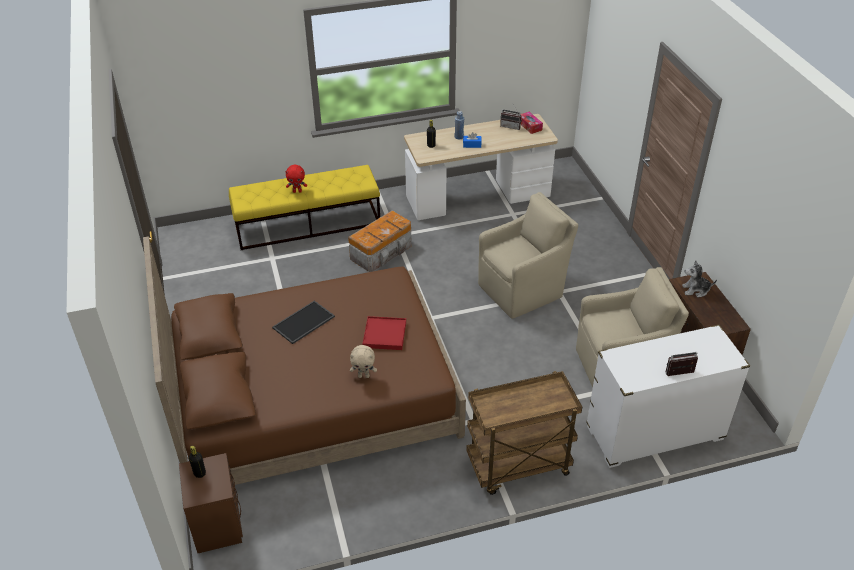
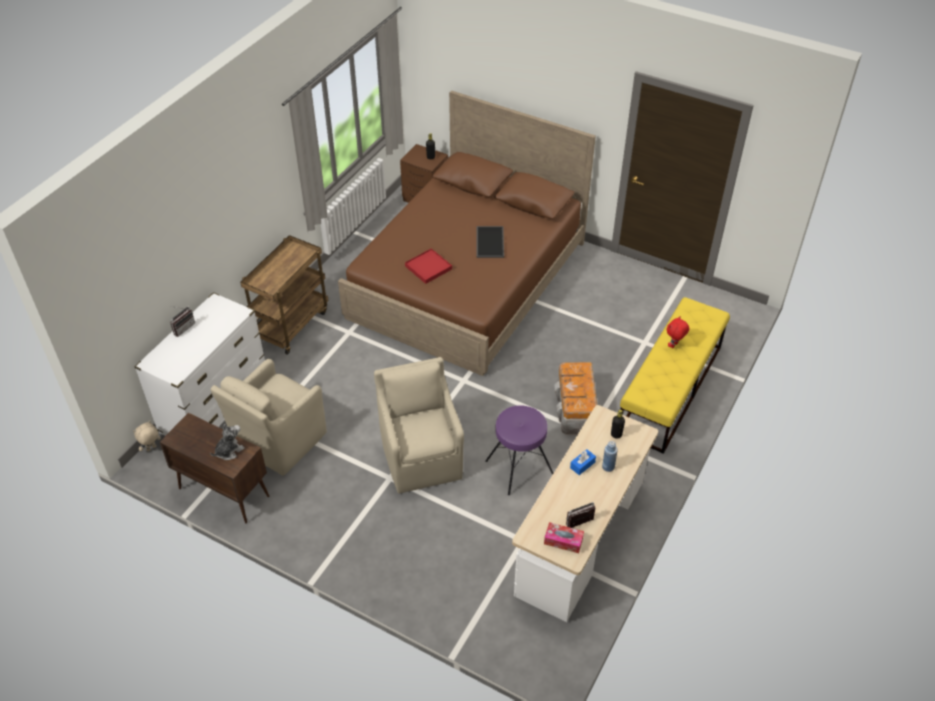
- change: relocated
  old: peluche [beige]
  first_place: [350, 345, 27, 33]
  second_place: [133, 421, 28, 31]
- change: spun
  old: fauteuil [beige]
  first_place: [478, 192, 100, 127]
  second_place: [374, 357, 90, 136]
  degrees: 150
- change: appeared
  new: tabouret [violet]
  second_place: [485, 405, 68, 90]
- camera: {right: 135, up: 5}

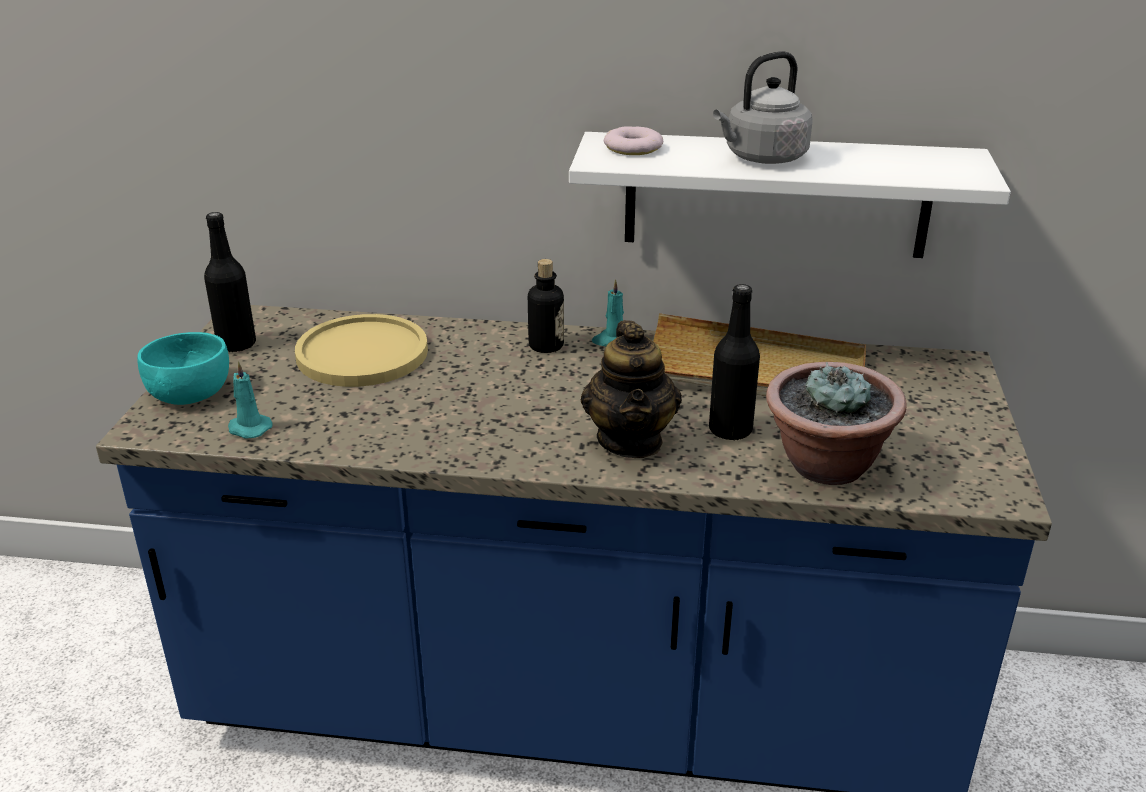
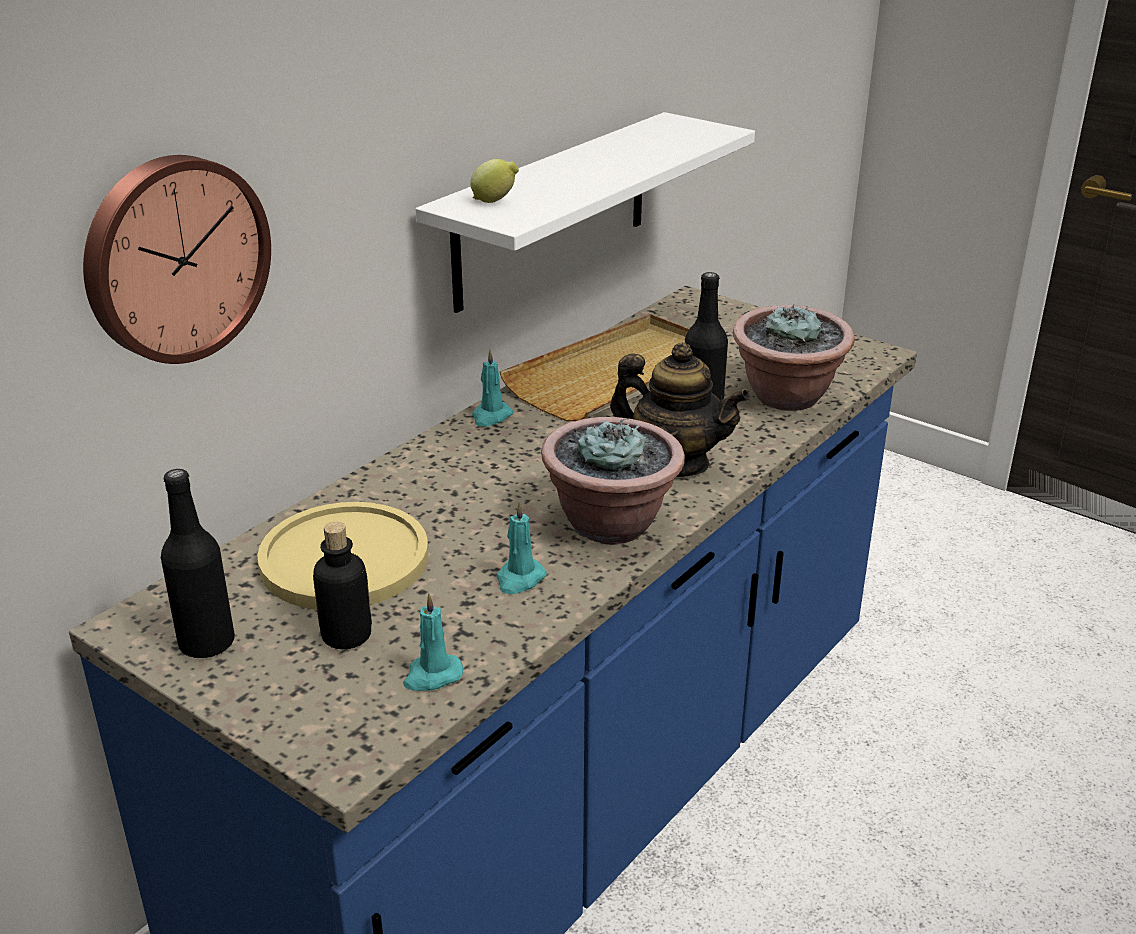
- change: appeared
  new: horloge murale
  second_place: [83, 155, 188, 209]
- change: relocated
  old: bouteille
  first_place: [528, 259, 36, 94]
  second_place: [313, 522, 59, 127]
- change: exchanged
  old: beignet
  new: citron
  first_place: [604, 126, 59, 29]
  second_place: [470, 159, 49, 44]
- change: appeared
  new: bougie [turquoise]
  second_place: [496, 501, 51, 93]
- change: appeared
  new: plante en pot
  second_place: [541, 417, 144, 128]
- change: missing
  old: bol [turquoise]
  first_place: [137, 332, 92, 73]
- change: missing
  old: bouilloire [gris]
  first_place: [713, 51, 100, 113]
- camera: {right: -60, up: 0}

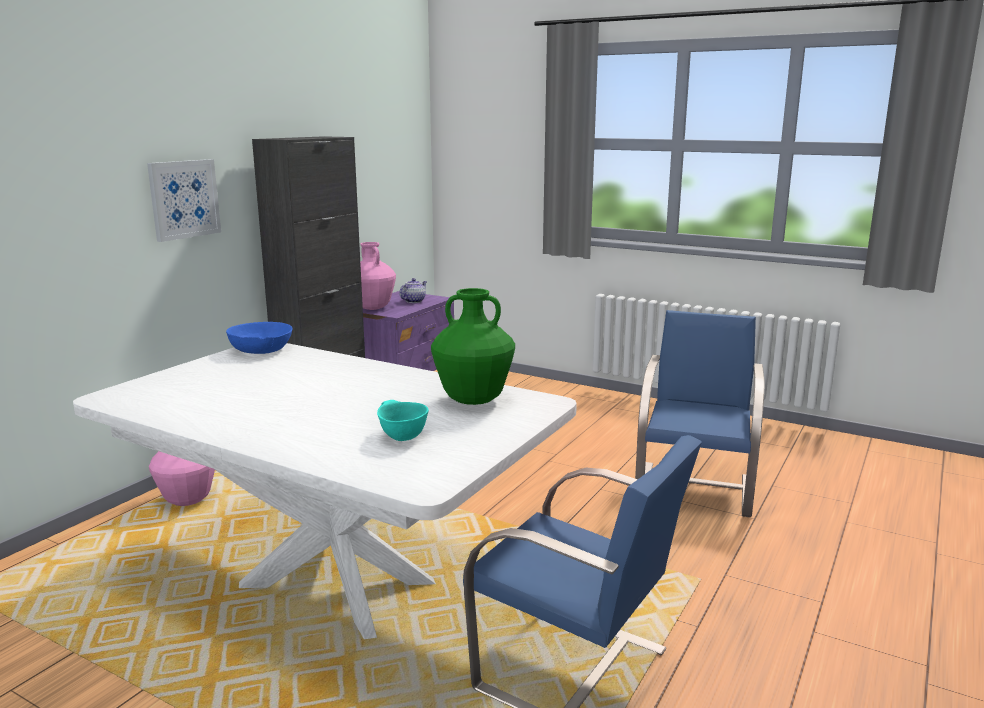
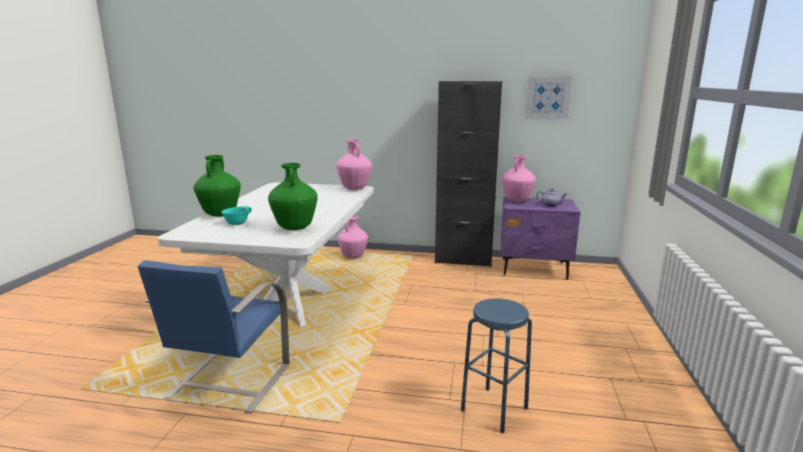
- change: appeared
  new: vase [vert]
  second_place: [193, 155, 48, 62]
- change: exchanged
  old: bol [bleu]
  new: vase [rose]
  first_place: [226, 322, 66, 32]
  second_place: [336, 140, 36, 50]
- change: exchanged
  old: chaise [bleu]
  new: tabouret [bleu]
  first_place: [635, 310, 129, 207]
  second_place: [461, 298, 71, 135]
- change: relocated
  old: tableau
  first_place: [147, 159, 74, 83]
  second_place: [526, 76, 46, 43]
- camera: {right: 70, up: 0}

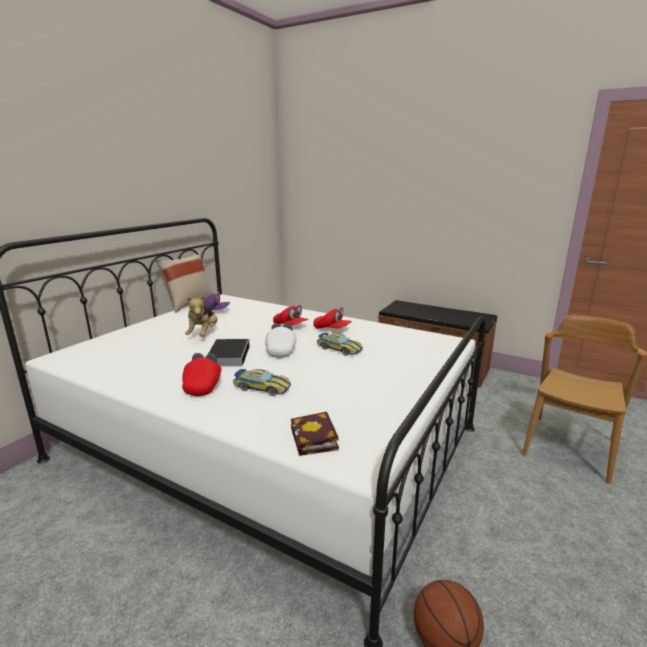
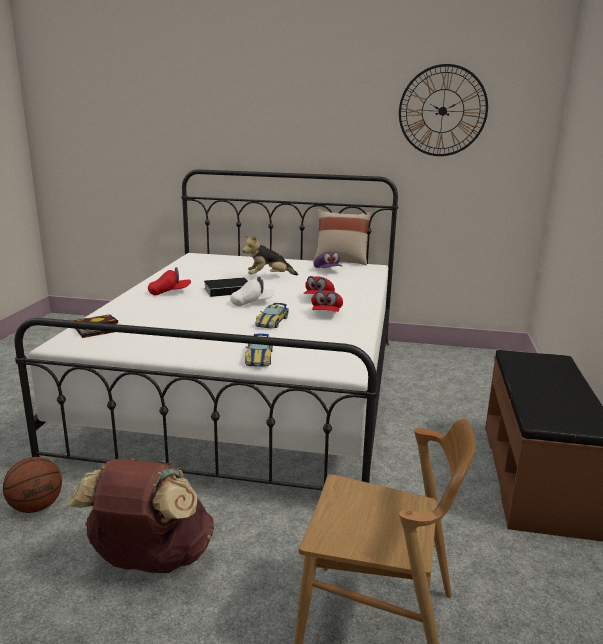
- change: appeared
  new: sac à dos [marron]
  second_place: [68, 458, 146, 115]
- change: relocated
  old: petite voiture
  first_place: [233, 369, 58, 27]
  second_place: [245, 333, 28, 33]
- change: appeared
  new: horloge murale
  second_place: [399, 64, 89, 92]
- camera: {right: 70, up: 0}

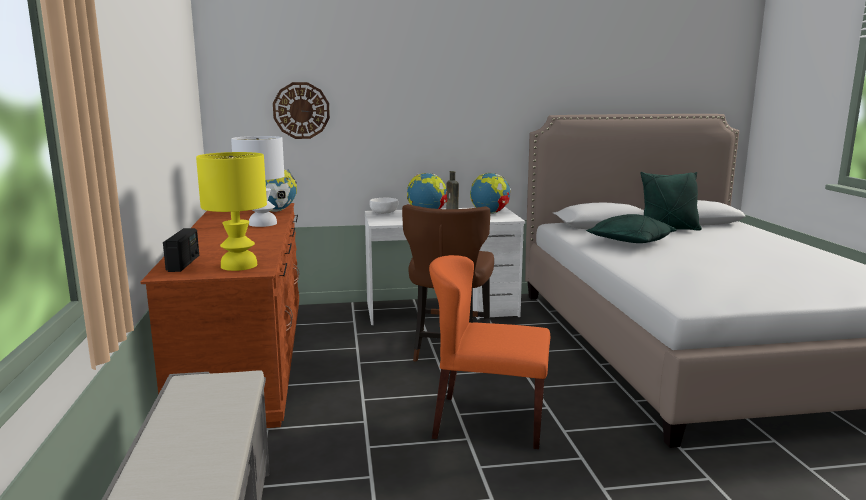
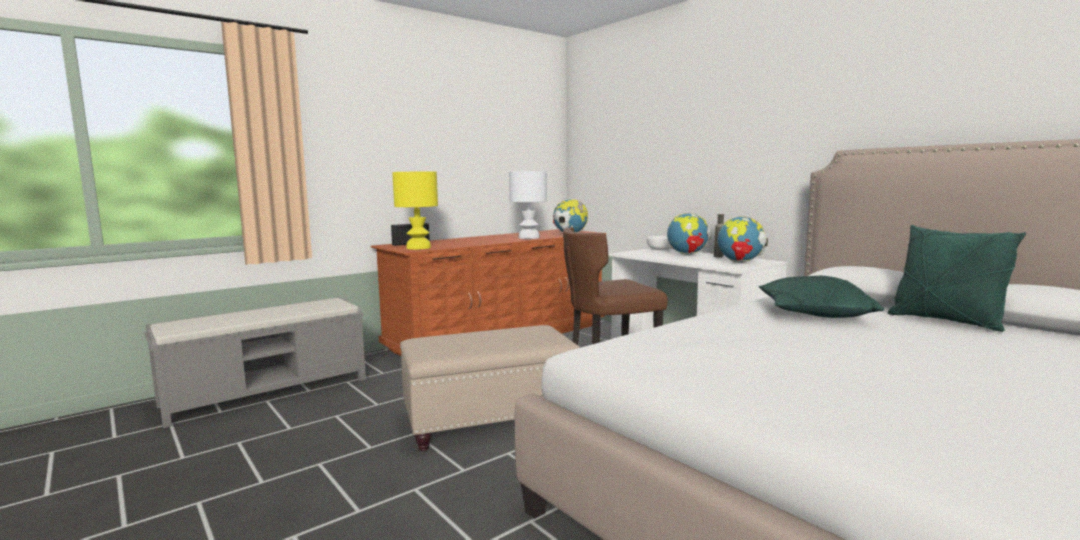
- change: exchanged
  old: chaise [orange]
  new: pouf [beige]
  first_place: [429, 255, 121, 194]
  second_place: [400, 325, 180, 126]
- change: missing
  old: horloge murale
  first_place: [273, 82, 57, 57]
- camera: {right: 60, up: -5}

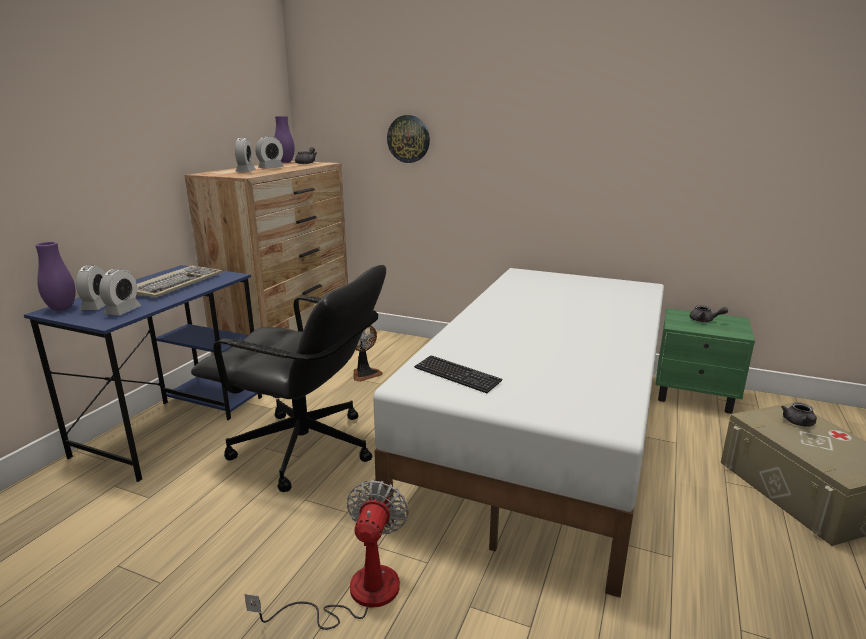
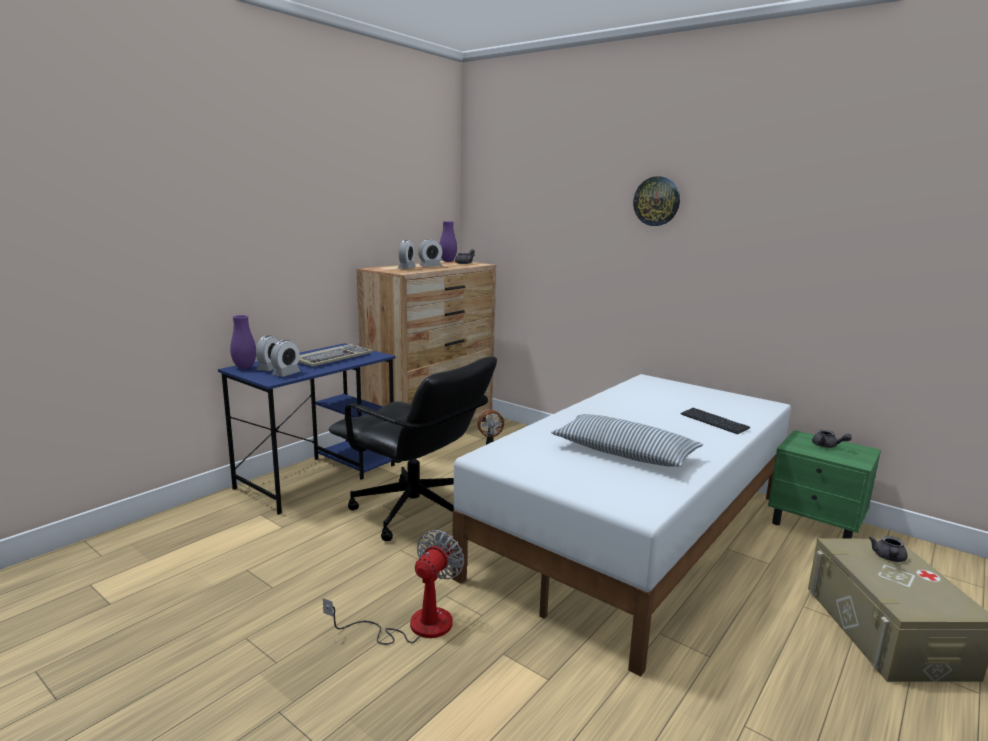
- change: appeared
  new: coussin
  second_place: [551, 414, 152, 53]
- change: relocated
  old: horloge murale
  first_place: [387, 115, 43, 48]
  second_place: [633, 176, 47, 50]
- change: relocated
  old: clavier
  first_place: [414, 355, 89, 38]
  second_place: [681, 408, 69, 26]
- camera: {right: 15, up: -5}

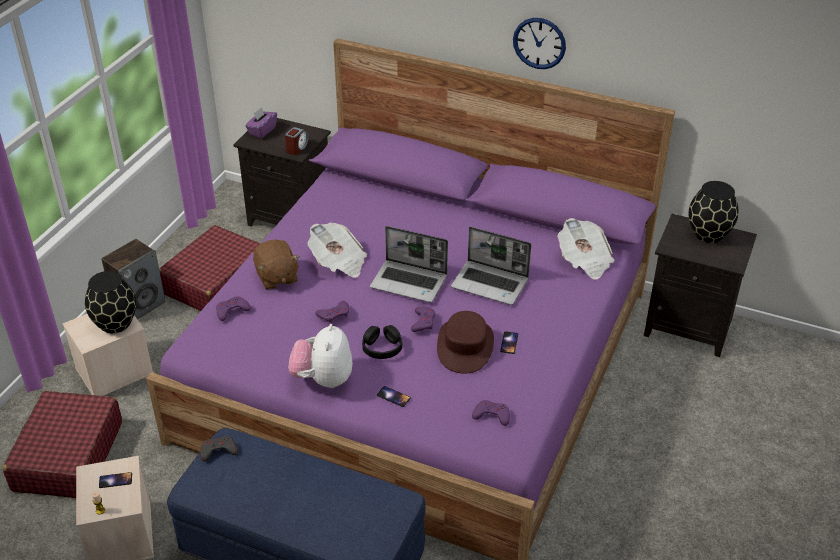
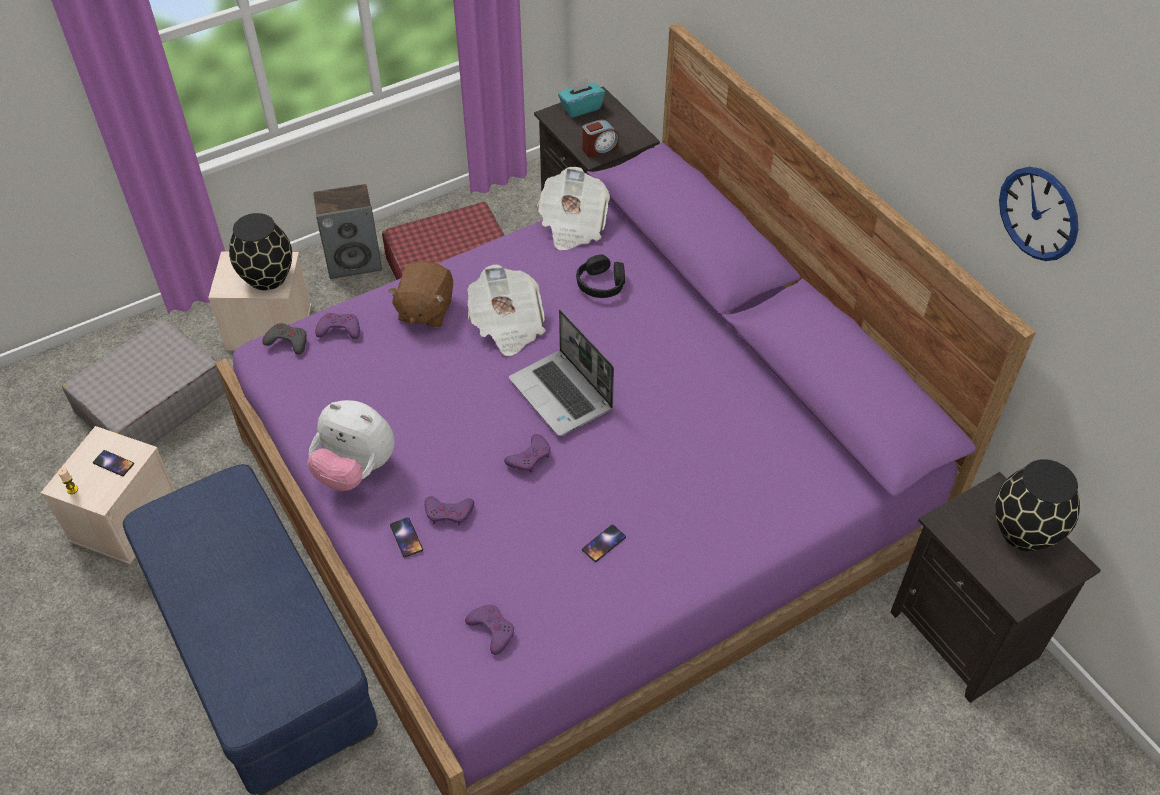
- change: colour
  old: valise [rouge]
  new: valise [gris]
  first_place: [3, 391, 119, 107]
  second_place: [62, 319, 163, 126]
- change: relocated
  old: manette [gris]
  first_place: [200, 436, 38, 26]
  second_place: [262, 323, 45, 31]
- change: spun
  old: peluche
  first_place: [289, 324, 63, 64]
  second_place: [307, 400, 88, 91]
  degrees: -105
- change: relocated
  old: manette [violet]
  first_place: [315, 301, 34, 22]
  second_place: [425, 496, 49, 30]
- change: relocated
  old: journal
  first_place: [557, 218, 58, 62]
  second_place: [537, 167, 73, 83]
- change: colour
  old: boîte à mouchoirs [violet]
  new: boîte à mouchoirs [turquoise]
  first_place: [245, 107, 32, 31]
  second_place: [558, 77, 47, 40]
- change: relocated
  old: casque audio [noir]
  first_place: [362, 325, 40, 34]
  second_place: [576, 254, 49, 44]
- change: relocated
  old: horloge murale
  first_place: [513, 18, 53, 51]
  second_place: [999, 167, 80, 94]
- change: missing
  old: chapeau [marron]
  first_place: [437, 311, 57, 63]
- change: missing
  old: ordinateur portable
  first_place: [451, 227, 80, 78]
- camera: {right: 35, up: 10}

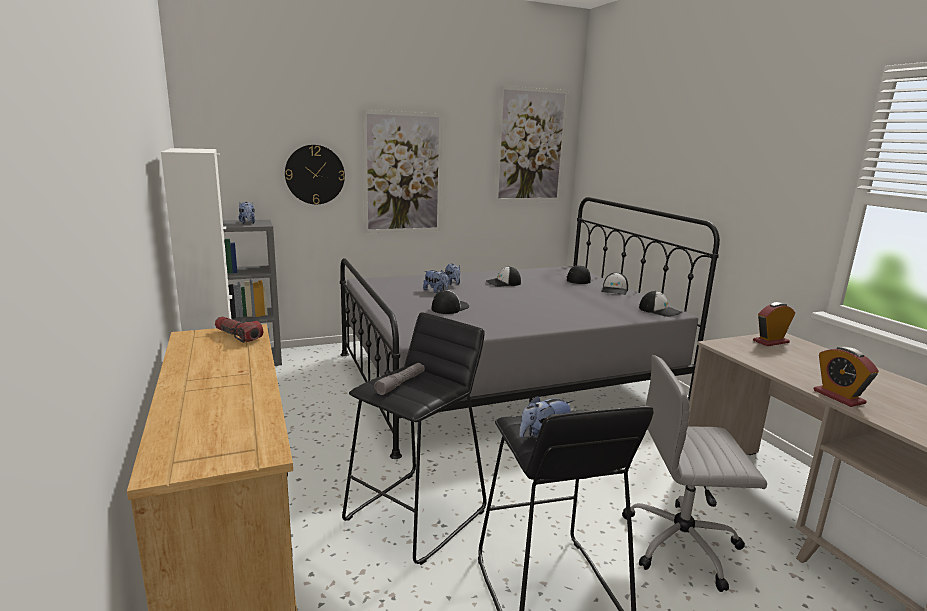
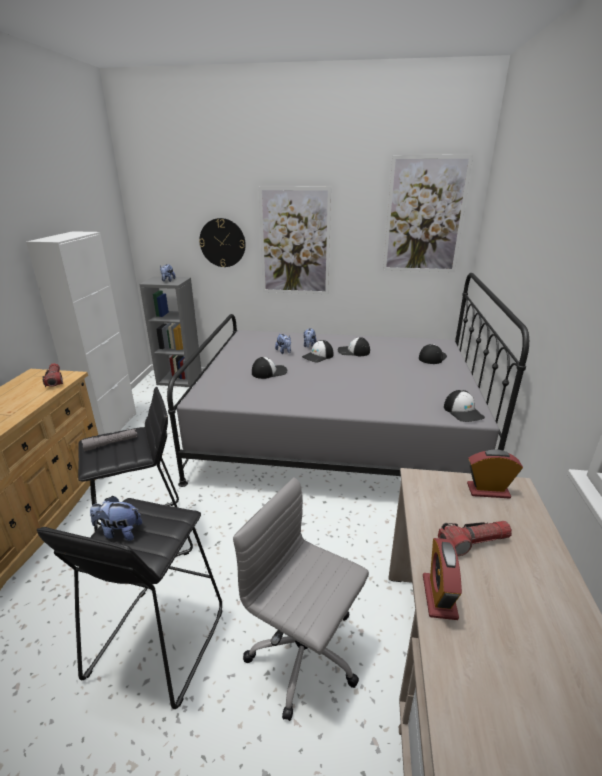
- change: relocated
  old: casquette
  first_place: [601, 273, 27, 22]
  second_place: [302, 340, 31, 23]
- change: appeared
  new: lampe de poche
  second_place: [438, 521, 74, 35]
- camera: {right: 30, up: 10}

